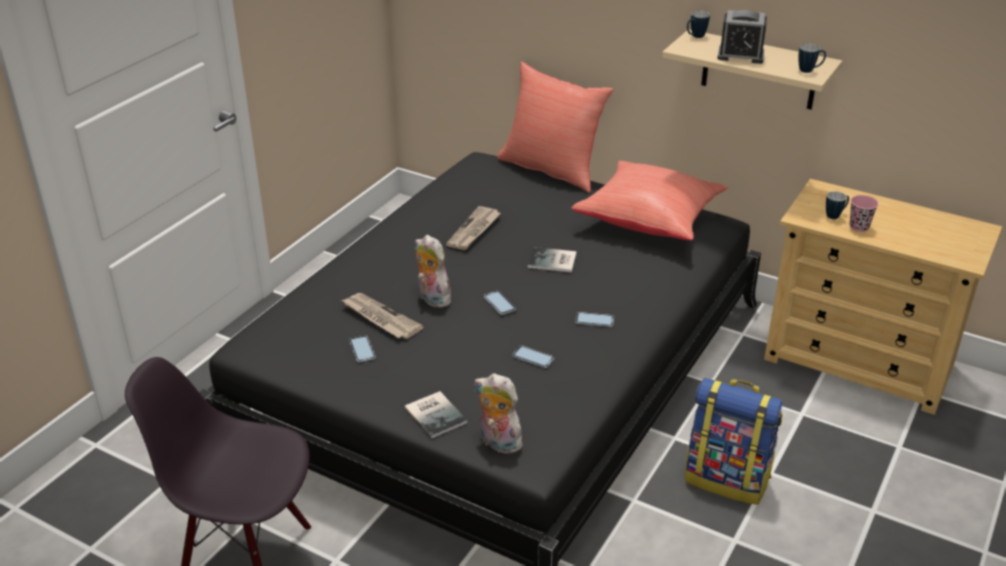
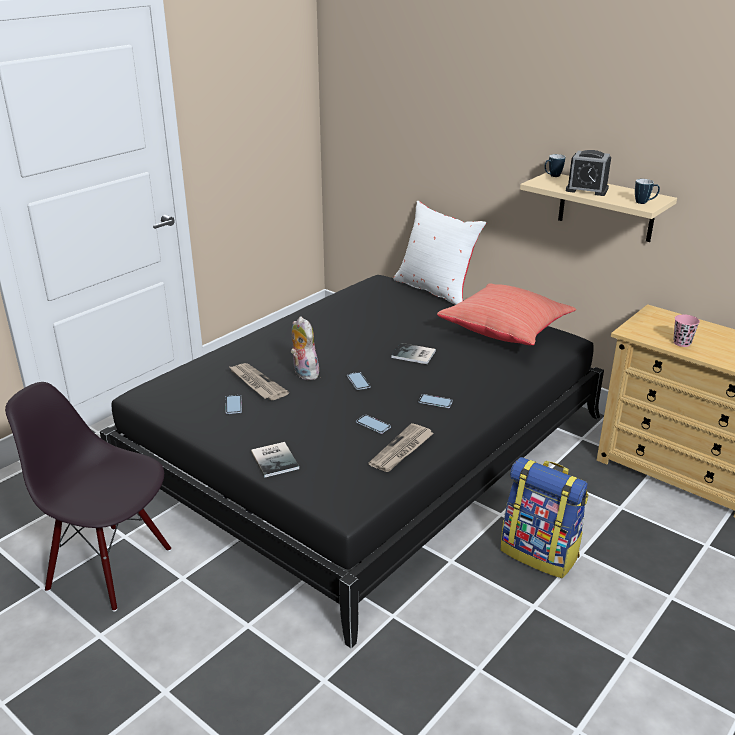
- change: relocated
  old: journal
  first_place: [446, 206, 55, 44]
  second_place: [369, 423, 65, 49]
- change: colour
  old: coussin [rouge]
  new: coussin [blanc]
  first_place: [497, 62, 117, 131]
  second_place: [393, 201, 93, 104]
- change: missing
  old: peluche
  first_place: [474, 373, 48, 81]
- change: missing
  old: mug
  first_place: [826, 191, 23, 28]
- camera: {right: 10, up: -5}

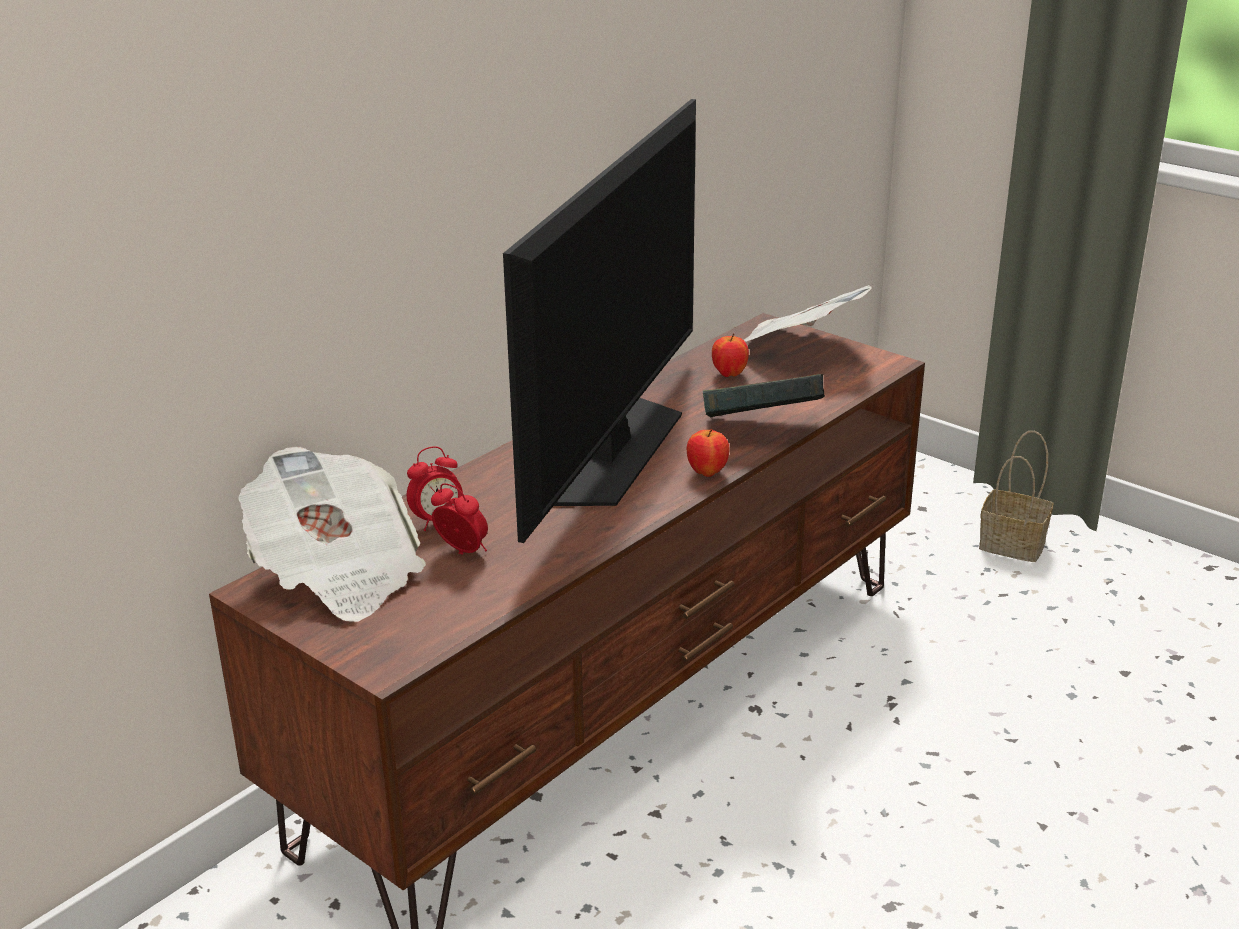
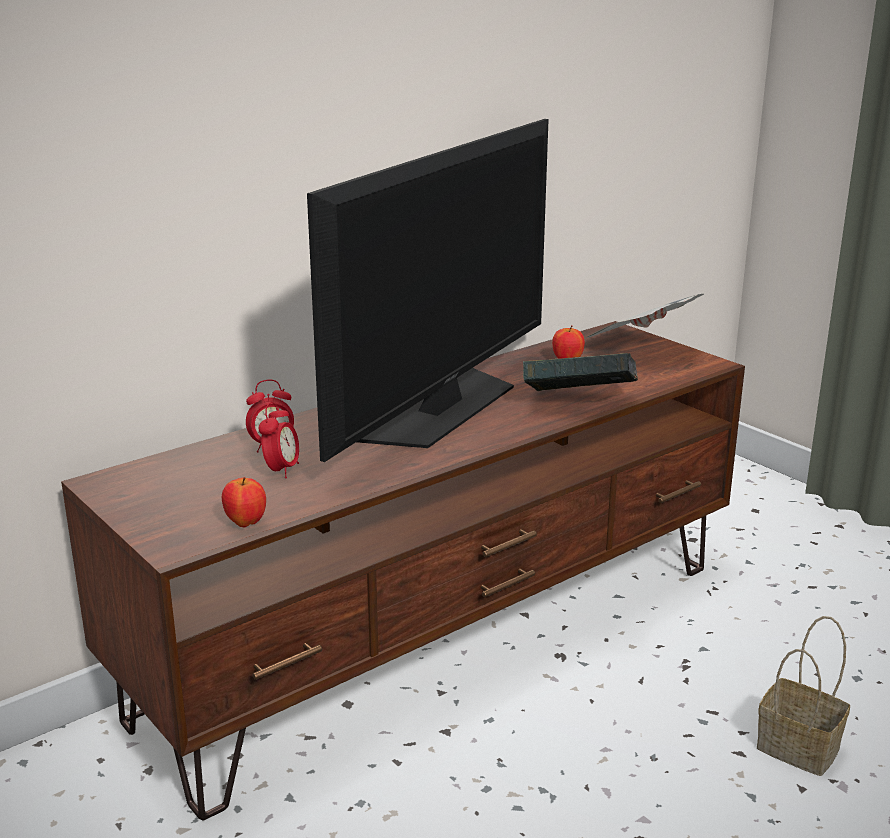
- change: relocated
  old: pomme
  first_place: [687, 429, 43, 48]
  second_place: [222, 477, 44, 50]
- change: spun
  old: réveil
  first_place: [431, 483, 57, 72]
  second_place: [258, 402, 41, 76]
  degrees: 60
- change: relocated
  old: panier
  first_place: [979, 431, 75, 131]
  second_place: [757, 616, 93, 160]
- change: missing
  old: journal
  first_place: [238, 446, 188, 176]
- camera: {right: 10, up: -5}

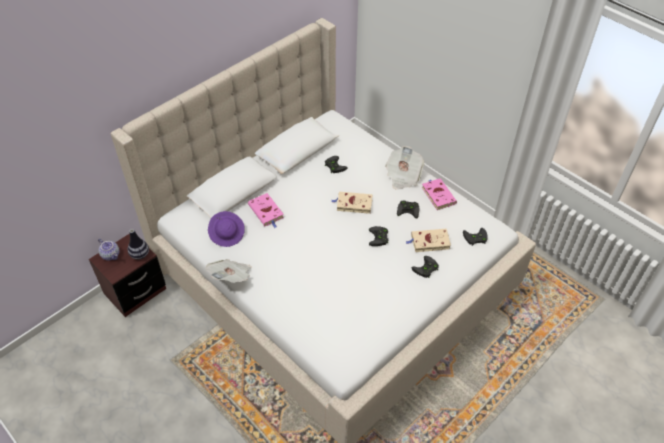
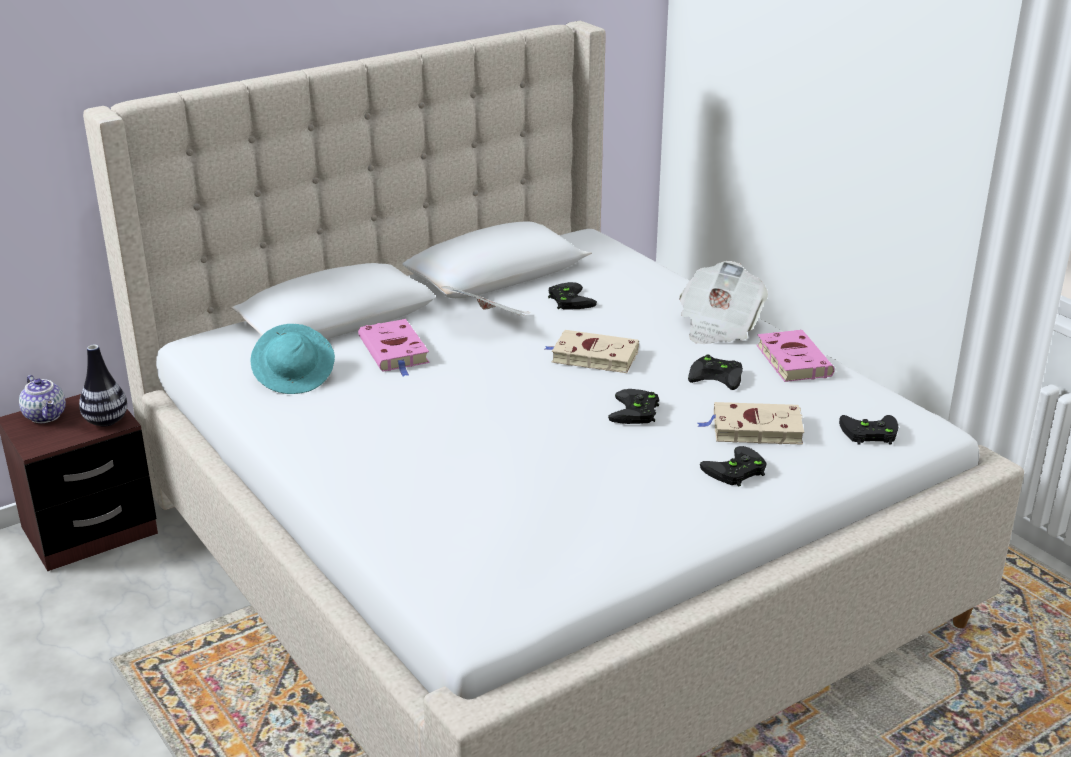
- change: colour
  old: chapeau [violet]
  new: chapeau [turquoise]
  first_place: [208, 211, 37, 36]
  second_place: [250, 324, 85, 70]
- change: relocated
  old: journal
  first_place: [206, 259, 46, 24]
  second_place: [441, 286, 90, 30]
- camera: {right: 10, up: -20}

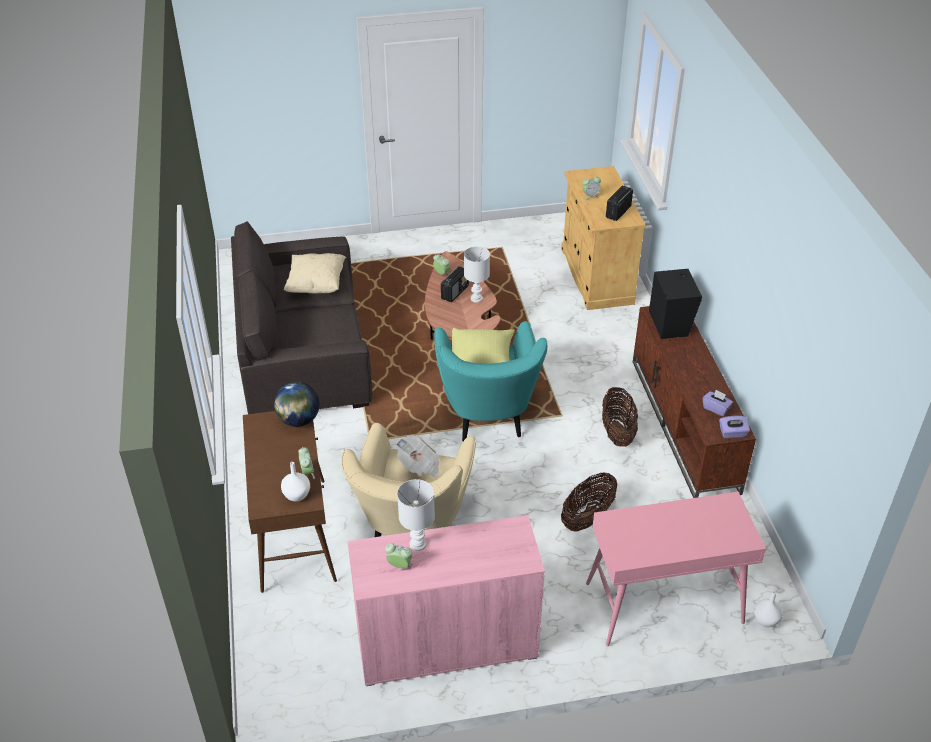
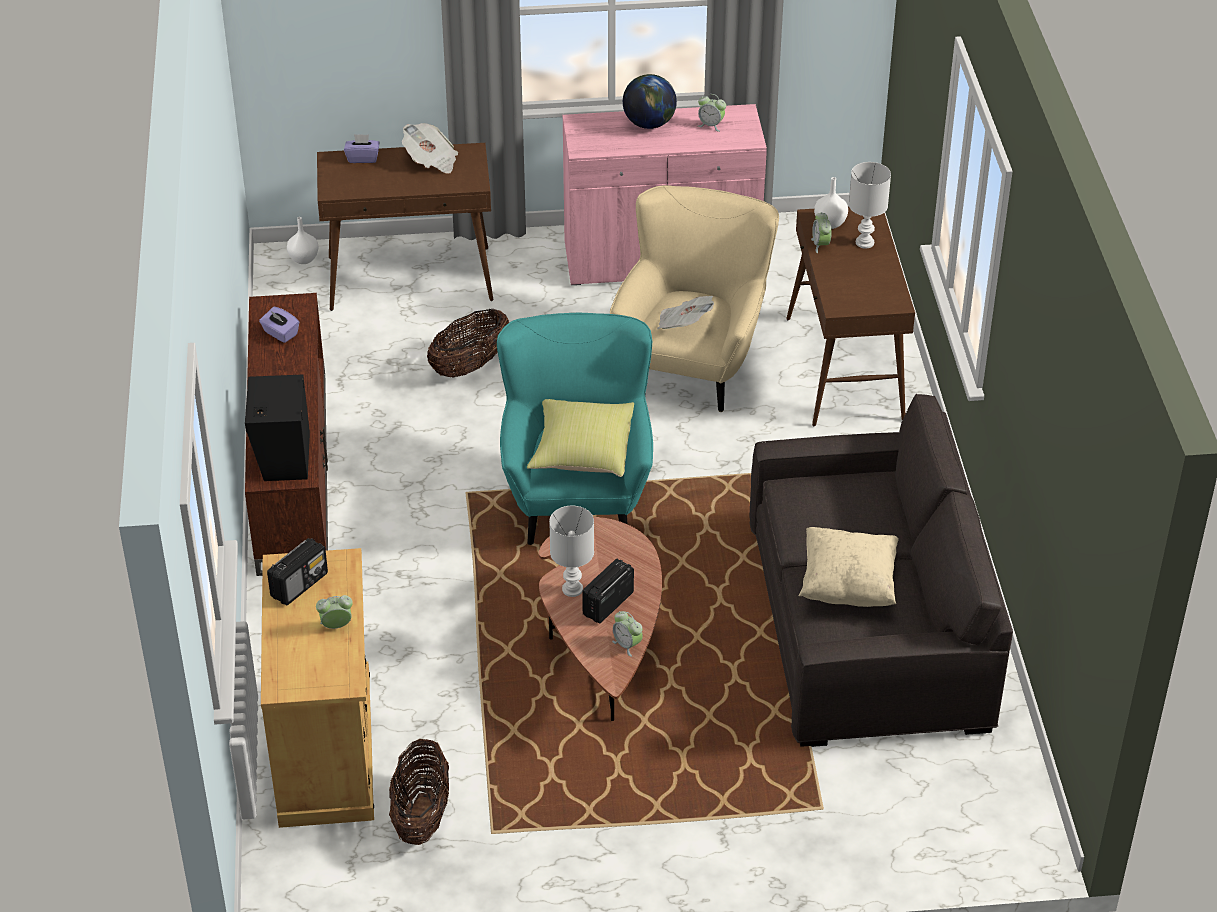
- change: colour
  old: table console [rose]
  new: table console [marron]
  first_place: [586, 492, 180, 154]
  second_place: [317, 143, 177, 168]
- change: relocated
  old: boîte à mouchoirs [violet]
  first_place: [719, 416, 31, 22]
  second_place: [344, 134, 36, 29]
- change: relocated
  old: panier
  first_place: [602, 387, 36, 60]
  second_place: [389, 739, 60, 106]
- change: appeared
  new: journal
  second_place: [402, 123, 56, 51]
- change: relocated
  old: globe
  first_place: [274, 382, 45, 45]
  second_place: [623, 74, 54, 55]
- change: relocated
  old: lampe de table [blanc]
  first_place: [397, 479, 38, 72]
  second_place: [849, 162, 42, 86]
- camera: {right: -175, up: 0}

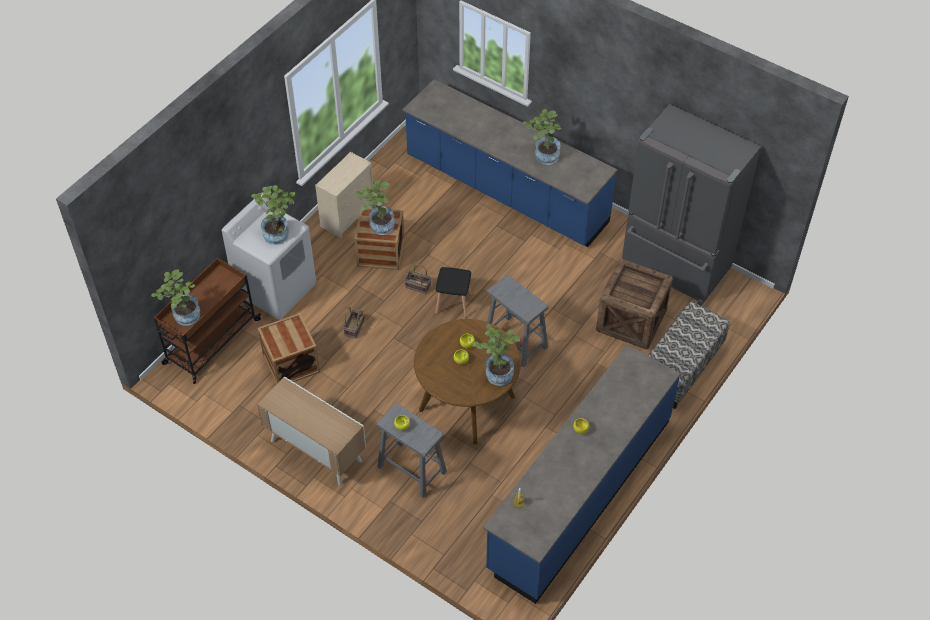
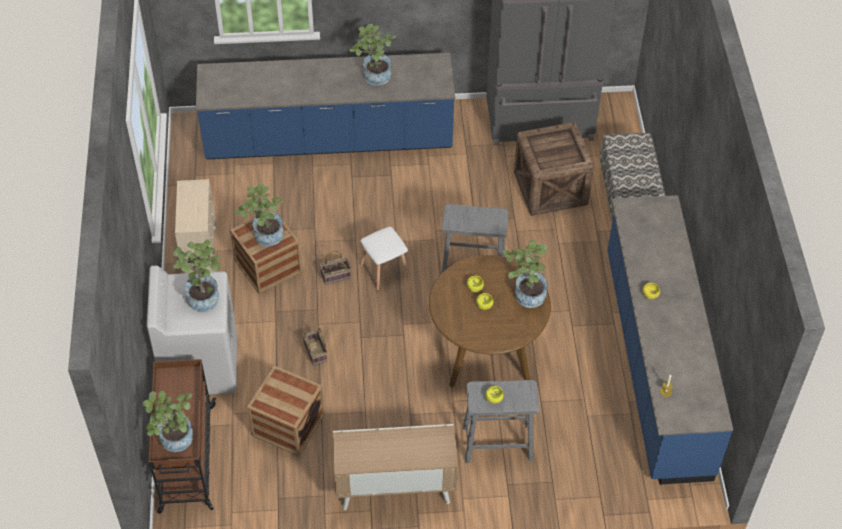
- change: colour
  old: tabouret [noir]
  new: tabouret [blanc]
  first_place: [436, 267, 36, 51]
  second_place: [360, 227, 49, 64]
- camera: {right: -40, up: 0}

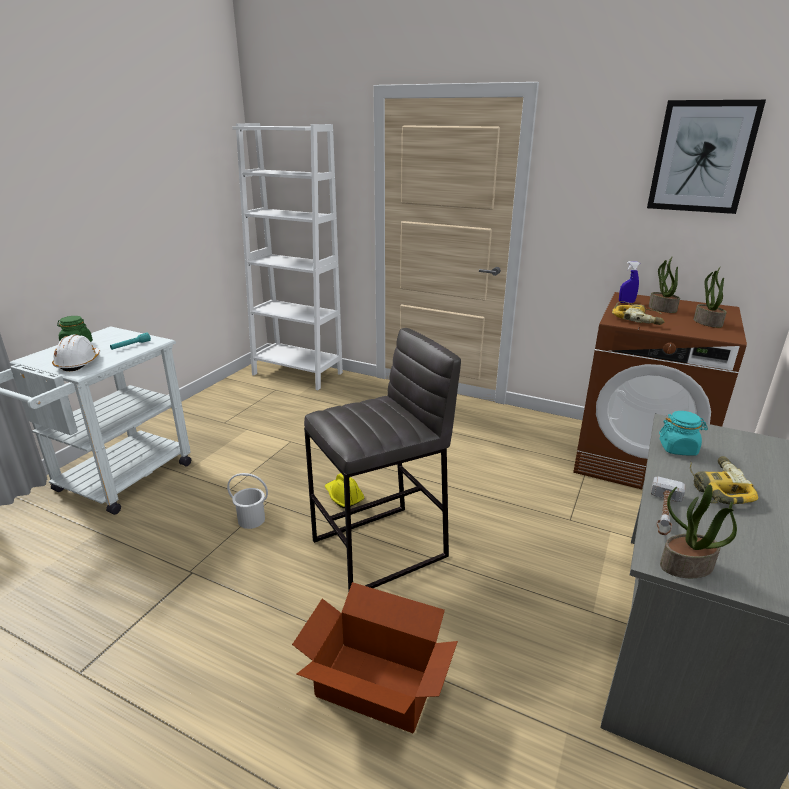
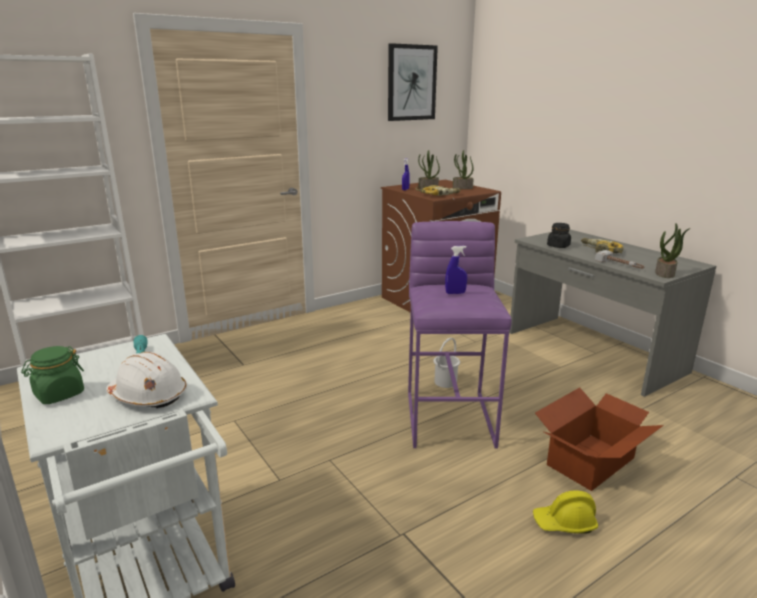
- change: colour
  old: tabouret [gris]
  new: tabouret [violet]
  first_place: [304, 328, 157, 264]
  second_place: [408, 221, 104, 227]
- change: relocated
  old: seau [blanc]
  first_place: [227, 473, 41, 56]
  second_place: [433, 338, 27, 50]
- change: appeared
  new: vaporisateur [bleu]
  second_place: [445, 246, 22, 48]
- change: relocated
  old: casque de chantier [jaune]
  first_place: [325, 473, 39, 35]
  second_place: [533, 490, 65, 44]
- change: colour
  old: bocal [turquoise]
  new: bocal [noir]
  first_place: [659, 411, 49, 44]
  second_place: [547, 223, 24, 25]
- camera: {right: -60, up: -5}

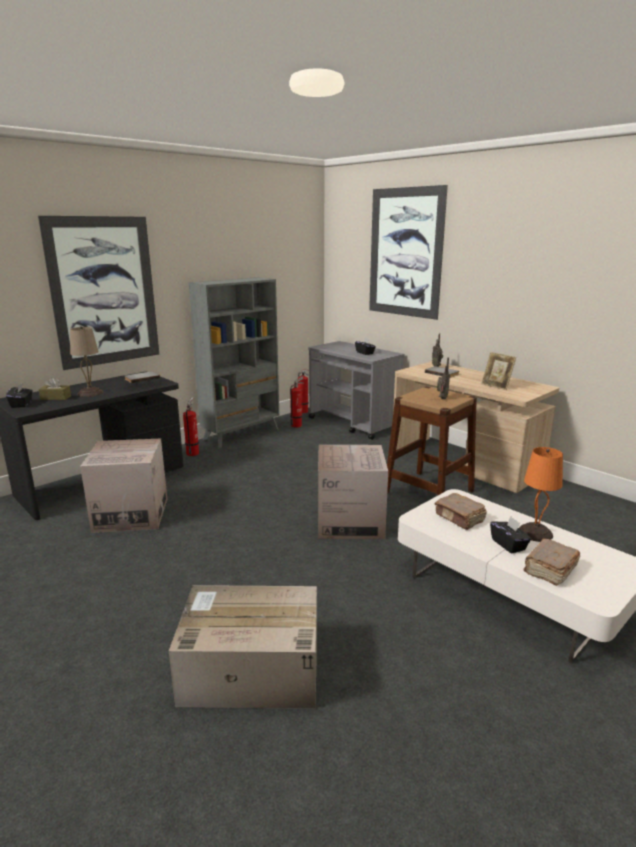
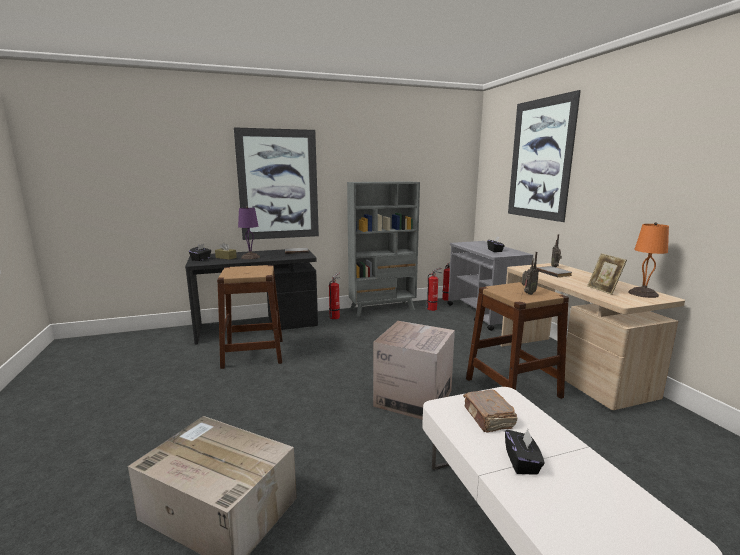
- change: exchanged
  old: carton
  new: tabouret [marron]
  first_place: [80, 438, 87, 95]
  second_place: [217, 265, 66, 104]
- change: colour
  old: lampe de table [beige]
  new: lampe de table [violet]
  first_place: [70, 326, 33, 71]
  second_place: [238, 206, 22, 53]
- change: relocated
  old: lampe de table [orange]
  first_place: [519, 447, 44, 95]
  second_place: [628, 222, 41, 76]
- change: missing
  old: livre [marron]
  first_place: [524, 539, 56, 47]
- camera: {right: 25, up: -5}

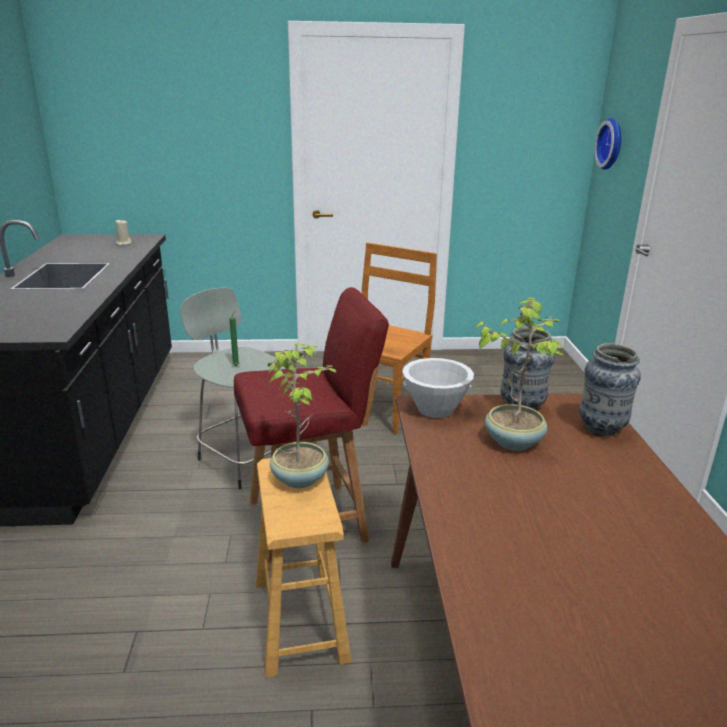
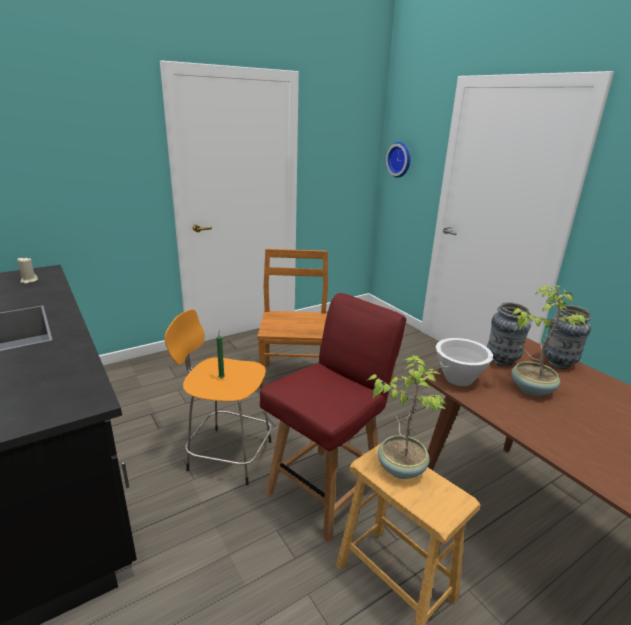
- change: colour
  old: tabouret [gris]
  new: tabouret [orange]
  first_place: [180, 288, 106, 202]
  second_place: [165, 309, 107, 176]
- camera: {right: -30, up: 0}

